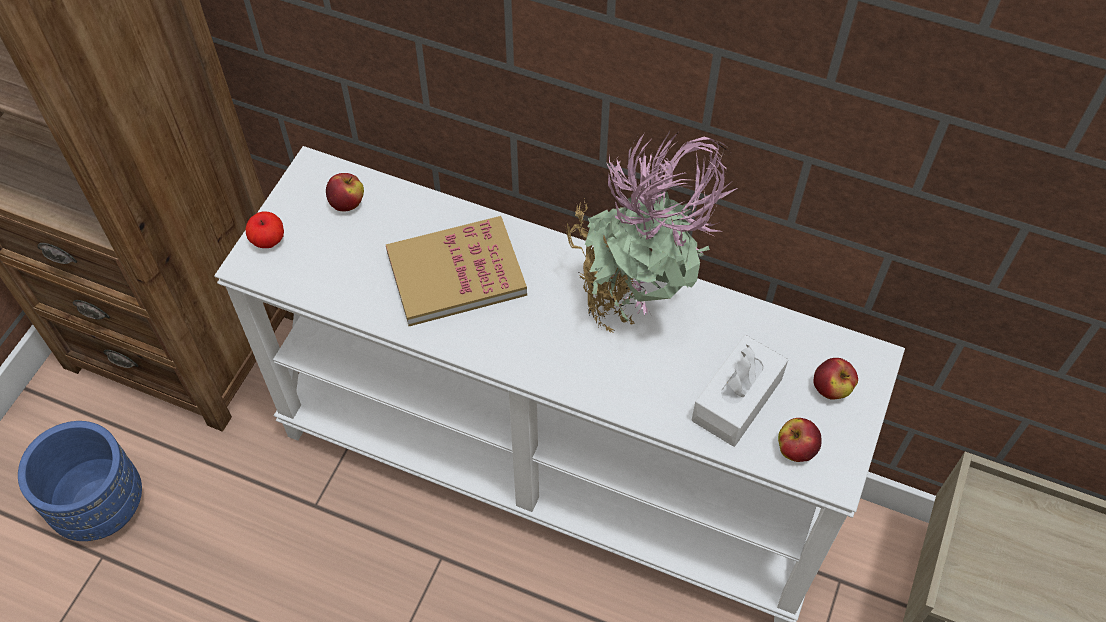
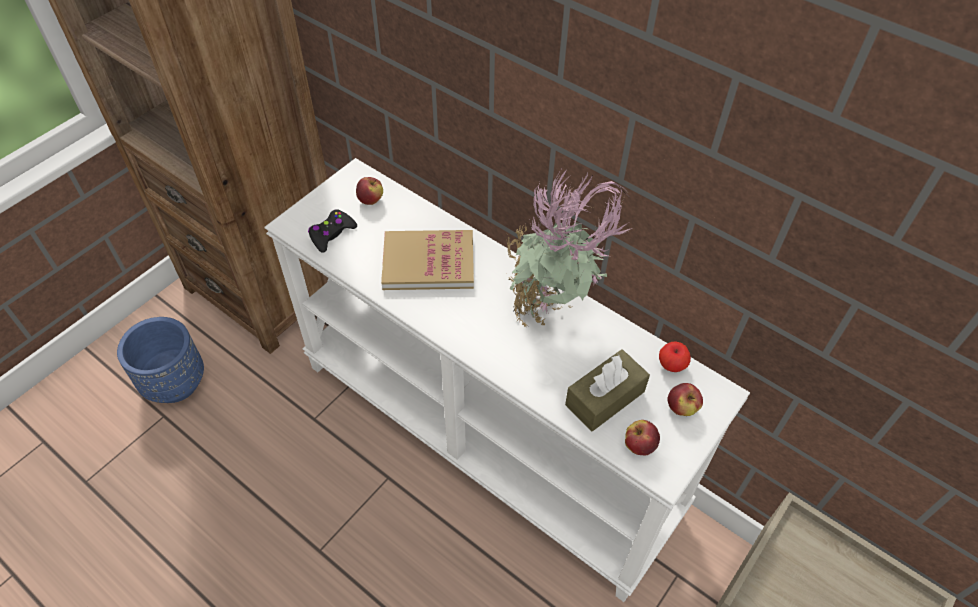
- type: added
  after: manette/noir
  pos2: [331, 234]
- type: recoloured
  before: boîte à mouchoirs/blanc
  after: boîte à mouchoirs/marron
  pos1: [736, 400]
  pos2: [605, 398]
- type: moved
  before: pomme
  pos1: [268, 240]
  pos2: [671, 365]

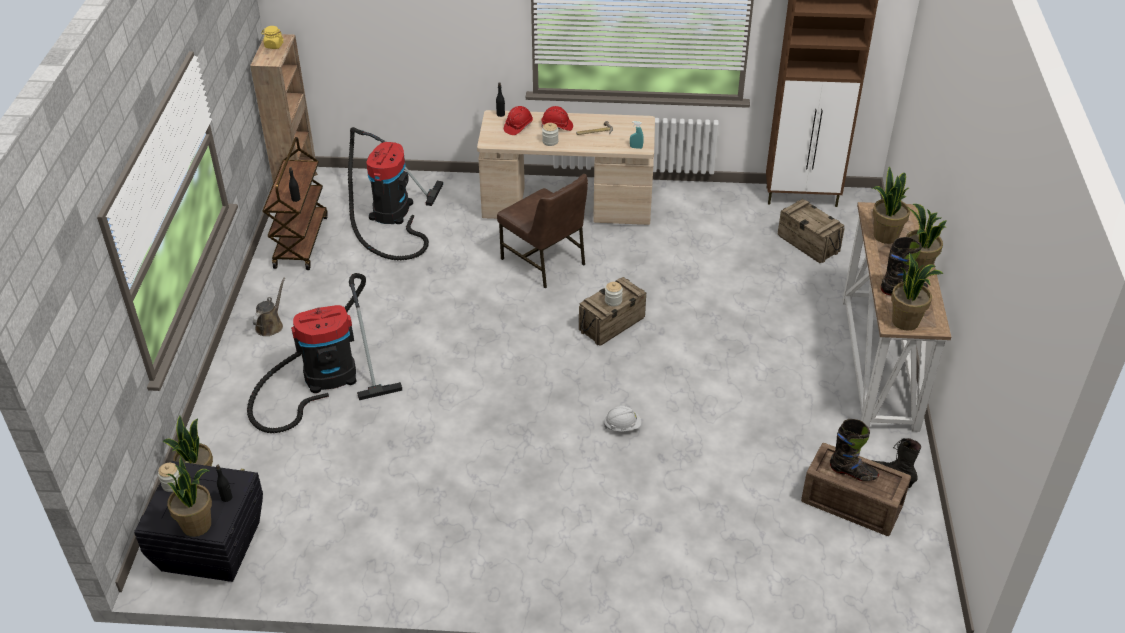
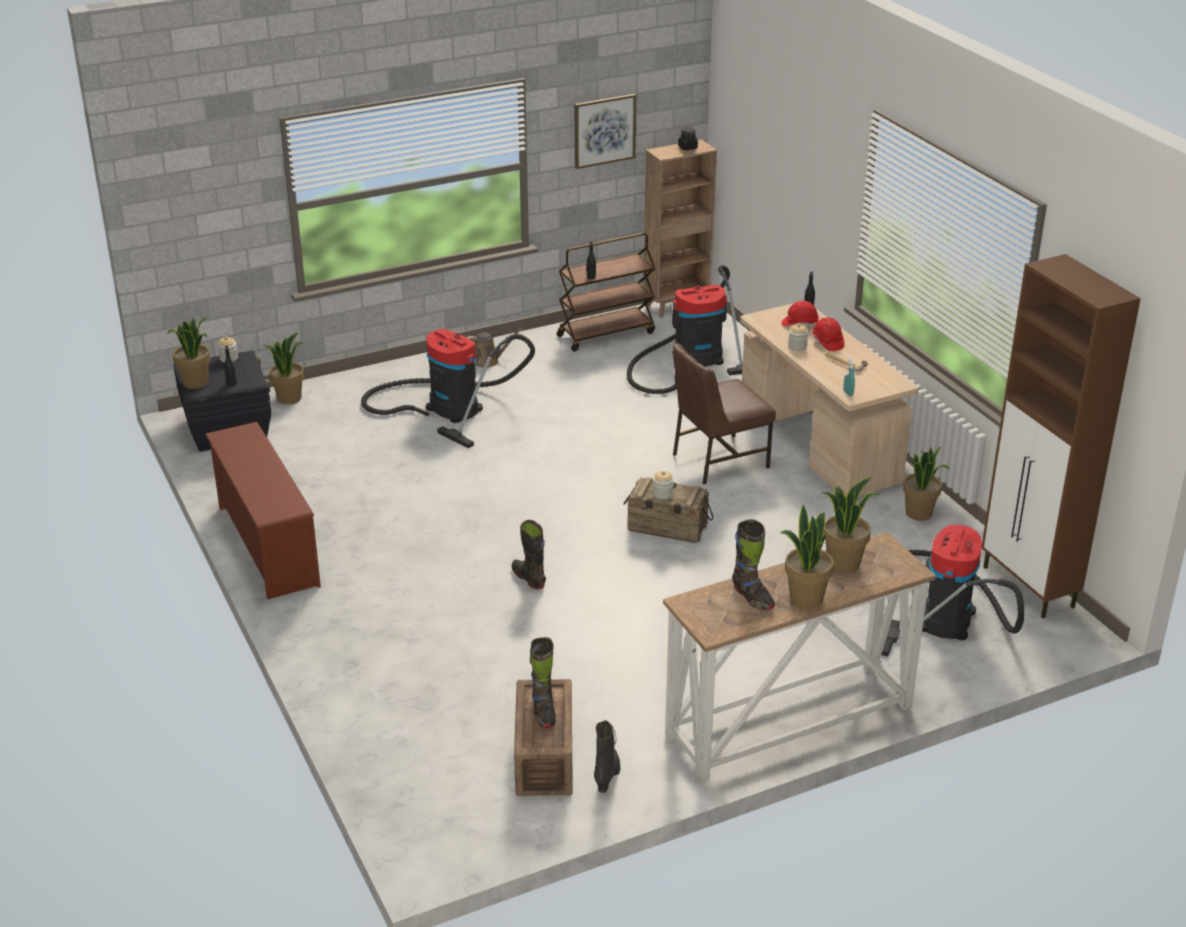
- type: added
  after: étagère à chaussures/marron
  pos2: [266, 545]
- type: replaced
  before: casque de chantier/blanc
  after: botte/noir
  pos1: [622, 426]
  pos2: [529, 578]
- type: added
  after: tableau
  pos2: [604, 130]
- type: turned
  before: chaise/marron
  pos1: [544, 261]
  pos2: [718, 460]
  turn: 45
- type: recoloured
  before: bocal/jaune
  after: bocal/noir
  pos1: [274, 45]
  pos2: [687, 147]
- type: replaced
  before: caisse
  after: aspirateur
  pos1: [808, 243]
  pos2: [945, 615]
- type: moved
  before: plante en pot
  pos1: [906, 321]
  pos2: [919, 513]

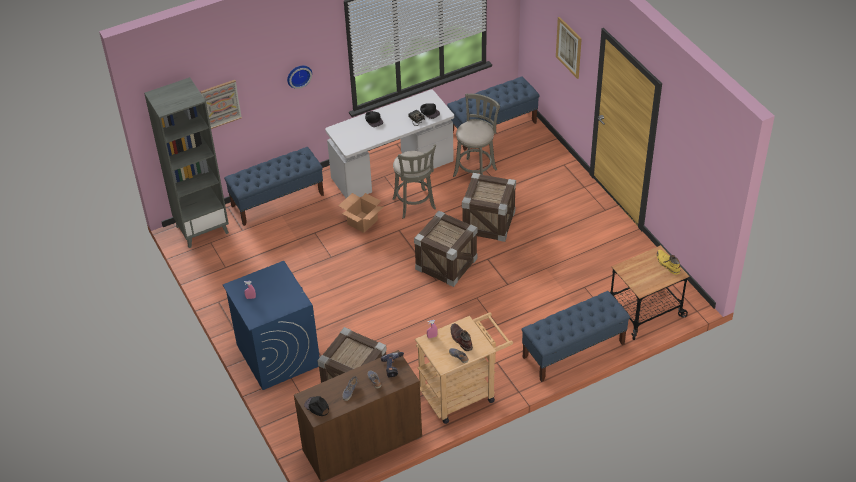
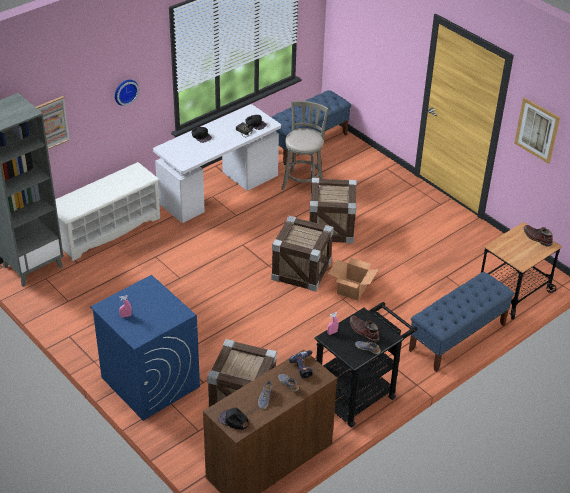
- type: replaced
  before: banc/bleu
  after: étagère à chaussures/blanc
  pos1: [277, 200]
  pos2: [107, 230]
- type: recoloured
  before: chariot/beige
  after: chariot/noir
  pos1: [463, 392]
  pos2: [360, 393]
- type: moved
  before: carton
  pos1: [362, 222]
  pos2: [352, 290]
- type: moved
  before: tableau
  pos1: [569, 47]
  pos2: [537, 130]
- type: recoloured
  before: botte/jaune
  after: botte/marron
  pos1: [667, 264]
  pos2: [537, 238]
- type: removed
  before: tabouret/gris
  pos1: [415, 205]

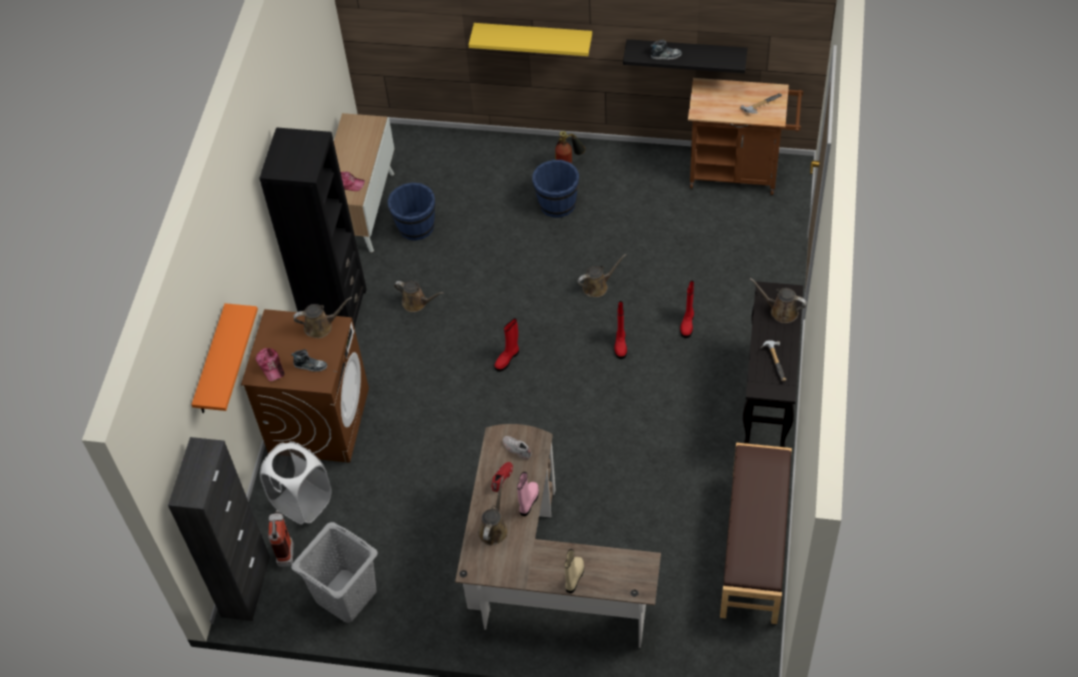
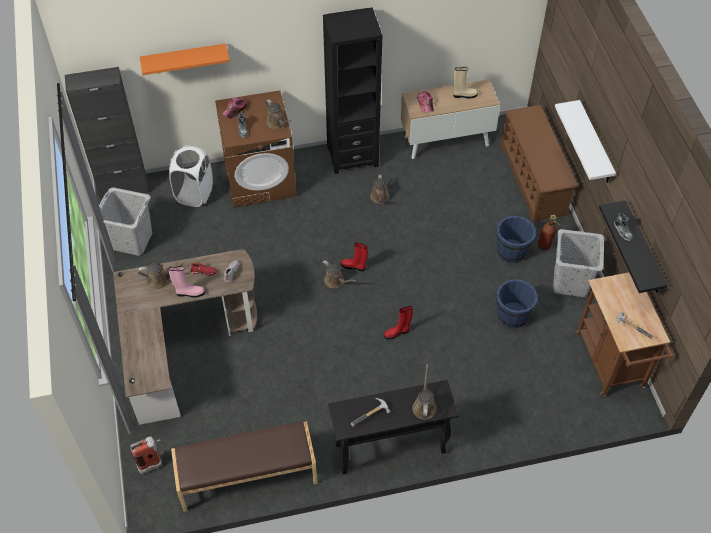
- type: moved
  before: extincteur
  pos1: [286, 549]
  pos2: [154, 463]
- type: moved
  before: arrosoir/marron
  pos1: [597, 286]
  pos2: [335, 281]
- type: moved
  before: botte/beige
  pos1: [574, 577]
  pos2: [464, 95]
- type: moved
  before: seau/bleu
  pos1: [415, 227]
  pos2: [512, 315]
- type: added
  after: étagère à chaussures/marron
  pos2: [533, 180]
- type: added
  after: panier à linge/gris
  pos2: [570, 282]
- type: recoloured
  before: étagère/jaune
  after: étagère/blanc
  pos1: [533, 37]
  pos2: [595, 143]
- type: removed
  before: botte/rouge
  pos1: [687, 324]

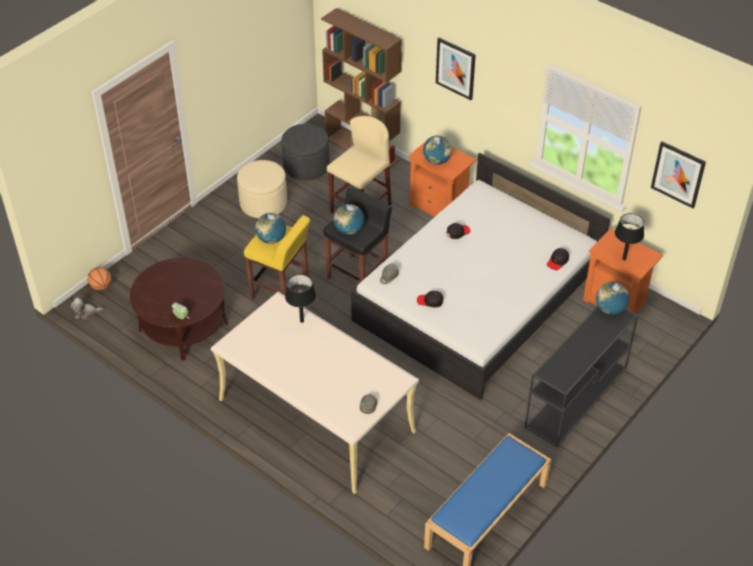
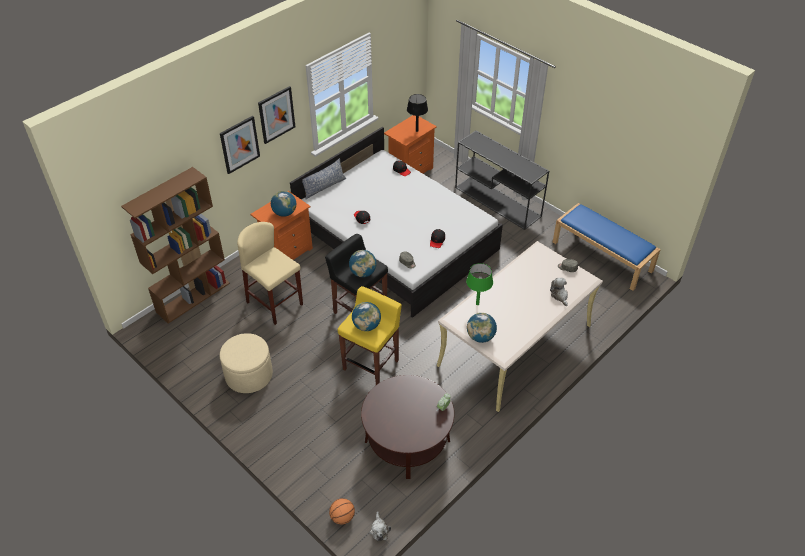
- type: moved
  before: tableau
  pos1: [678, 174]
  pos2: [276, 114]
- type: added
  after: coussin
  pos2: [324, 187]
- type: recoloured
  before: lampe de table/noir
  after: lampe de table/vert
  pos1: [302, 321]
  pos2: [477, 304]
- type: moved
  before: globe
  pos1: [610, 309]
  pos2: [480, 337]
- type: added
  after: peluche
  pos2: [559, 295]
- type: removed
  before: pouf/gris
  pos1: [306, 166]

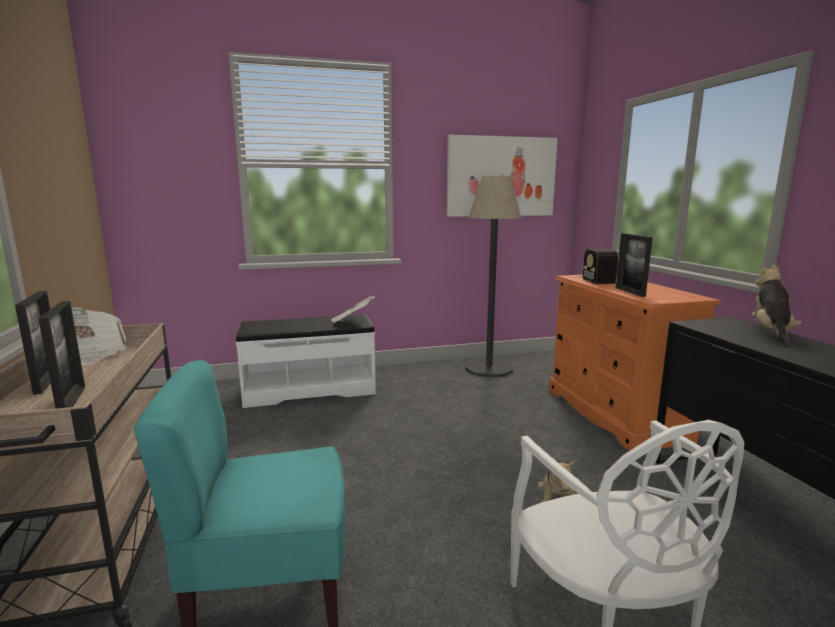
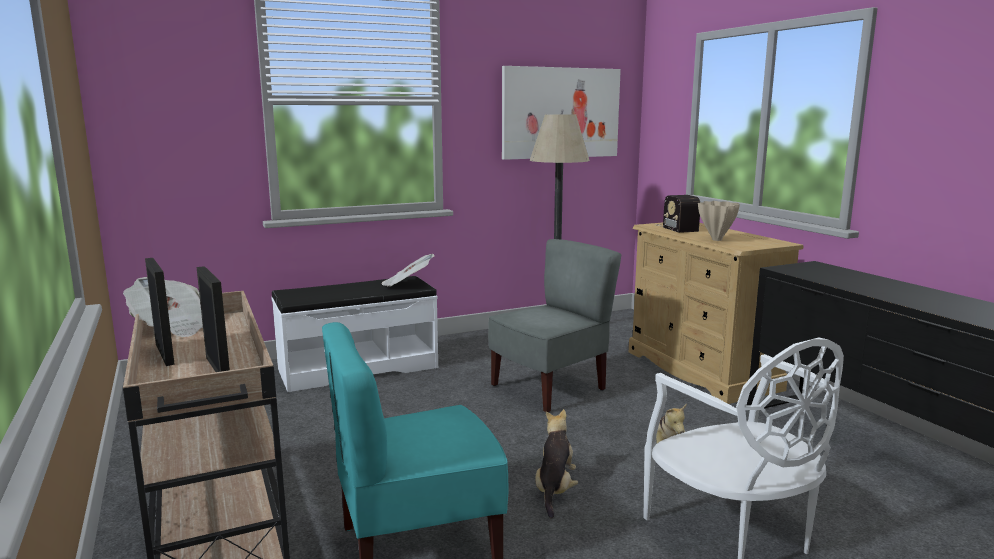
- type: added
  after: chaise/gris
  pos2: [550, 388]
- type: moved
  before: peluche
  pos1: [770, 332]
  pos2: [555, 490]
- type: recoloured
  before: commode/orange
  after: commode/beige
  pos1: [614, 414]
  pos2: [701, 370]
- type: replaced
  before: cadre photo
  after: vase/beige
  pos1: [630, 292]
  pos2: [716, 239]

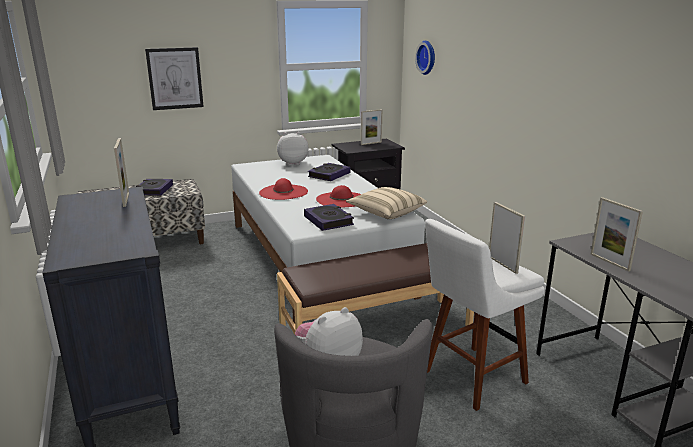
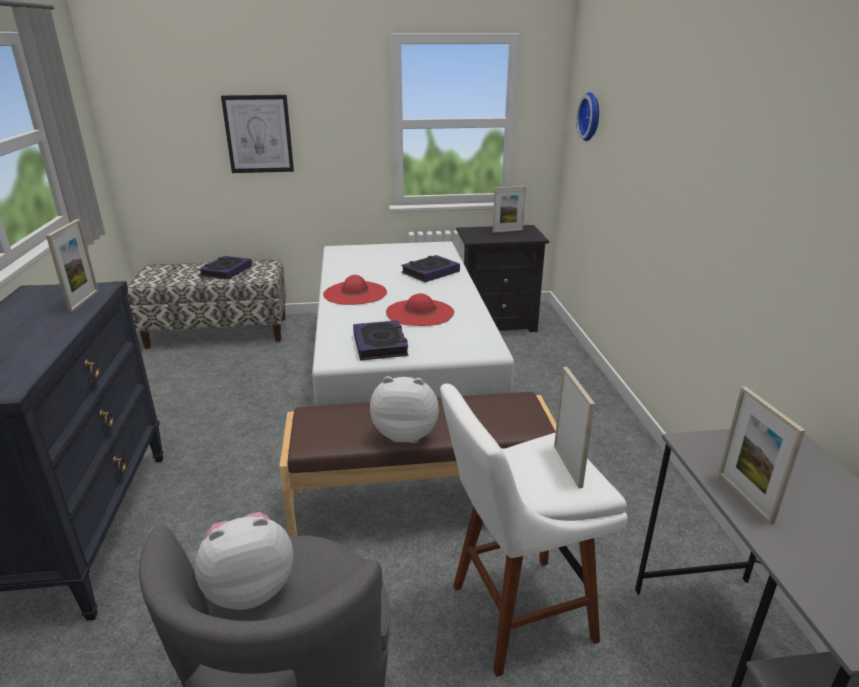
- type: moved
  before: peluche
  pos1: [293, 163]
  pos2: [406, 433]
- type: removed
  before: coussin/beige
  pos1: [386, 213]

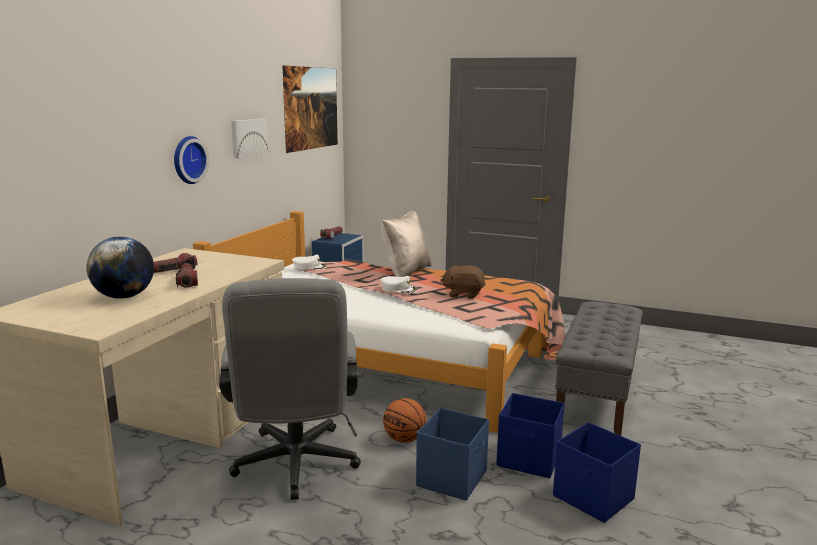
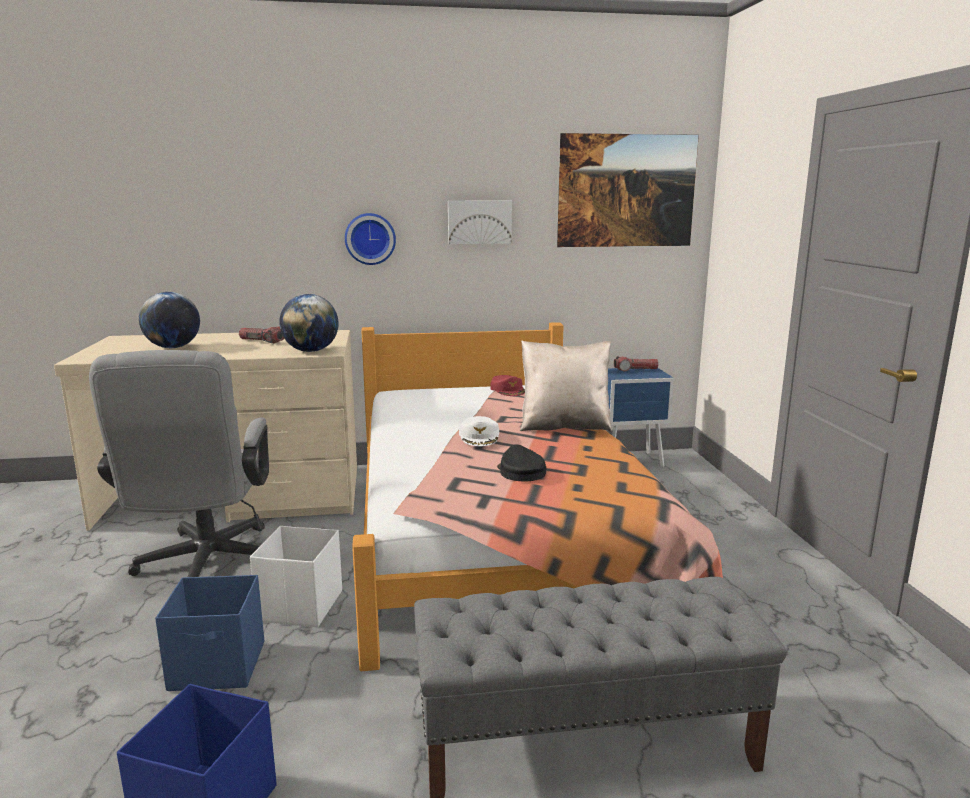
- type: turned
  before: chaise de bureau/gris
  pos1: [295, 468]
  pos2: [204, 566]
  turn: -60
- type: replaced
  before: ballon de basket
  after: boîte de rangement/blanc
  pos1: [404, 439]
  pos2: [299, 607]
- type: added
  after: globe
  pos2: [311, 351]
- type: recoloured
  before: casquette/blanc
  after: casquette/rouge
  pos1: [309, 267]
  pos2: [508, 390]
- type: replaced
  before: peluche/marron
  after: casquette/noir
  pos1: [463, 294]
  pos2: [520, 472]
- type: removed
  before: lampe de poche
  pos1: [187, 282]
- type: removed
  before: boîte de rangement/bleu
  pos1: [529, 460]

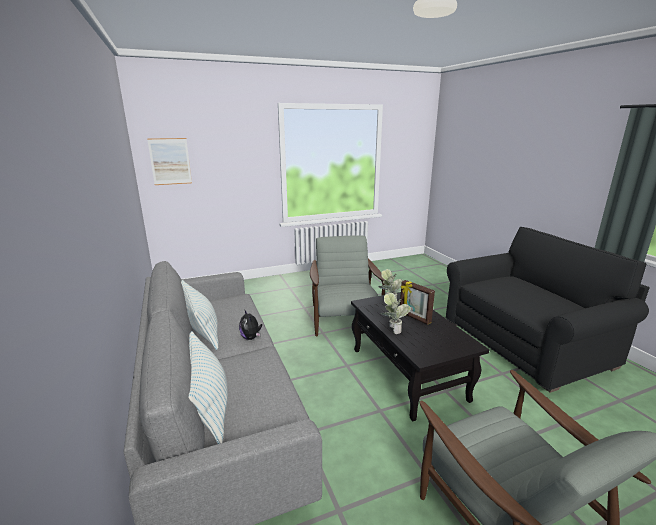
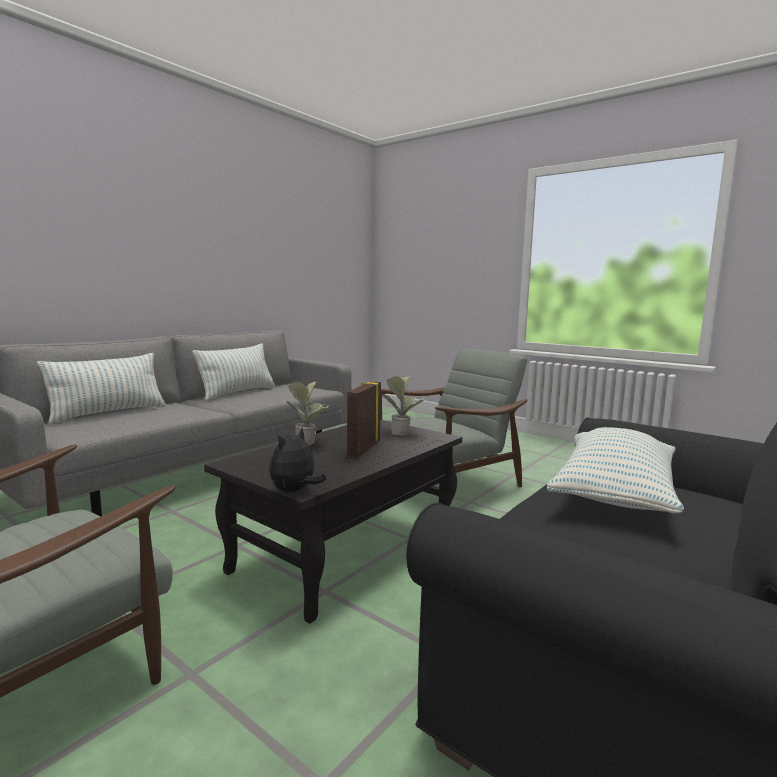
- type: moved
  before: peluche
  pos1: [251, 337]
  pos2: [295, 491]
- type: added
  after: coussin
  pos2: [615, 493]
- type: removed
  before: tableau
  pos1: [170, 161]

